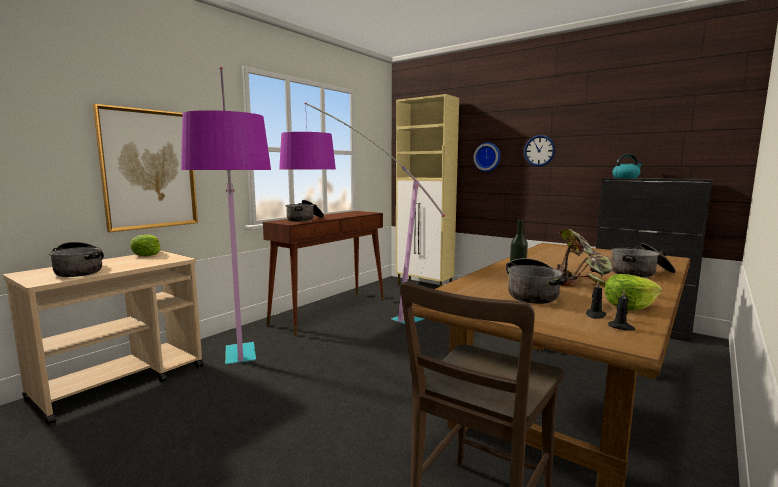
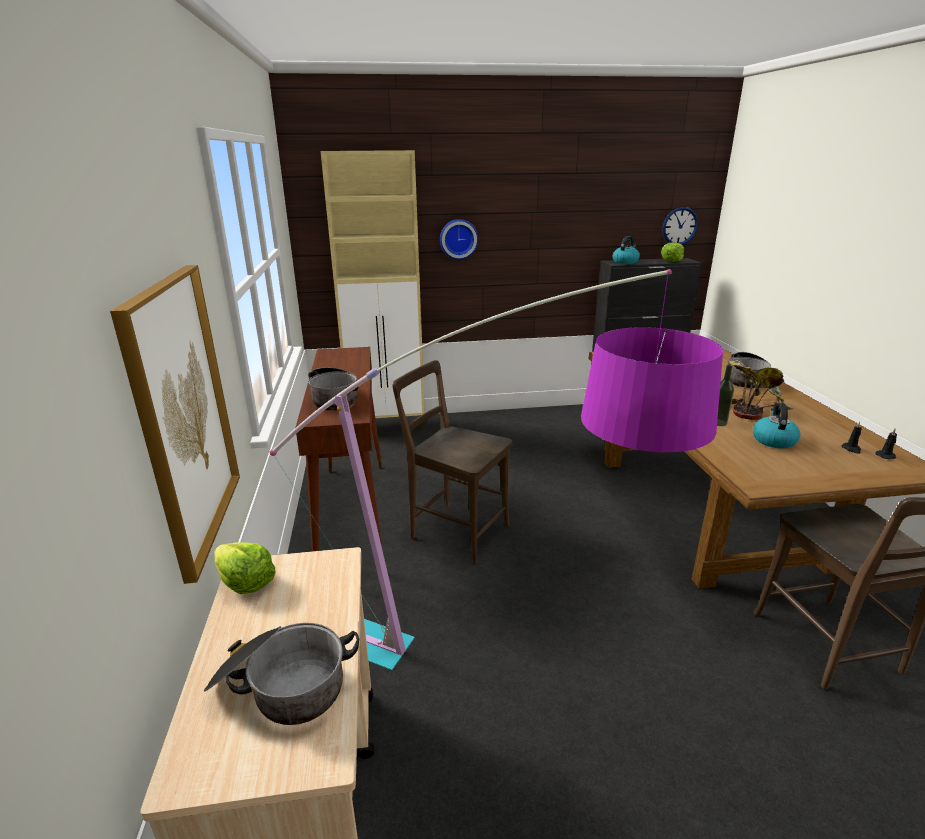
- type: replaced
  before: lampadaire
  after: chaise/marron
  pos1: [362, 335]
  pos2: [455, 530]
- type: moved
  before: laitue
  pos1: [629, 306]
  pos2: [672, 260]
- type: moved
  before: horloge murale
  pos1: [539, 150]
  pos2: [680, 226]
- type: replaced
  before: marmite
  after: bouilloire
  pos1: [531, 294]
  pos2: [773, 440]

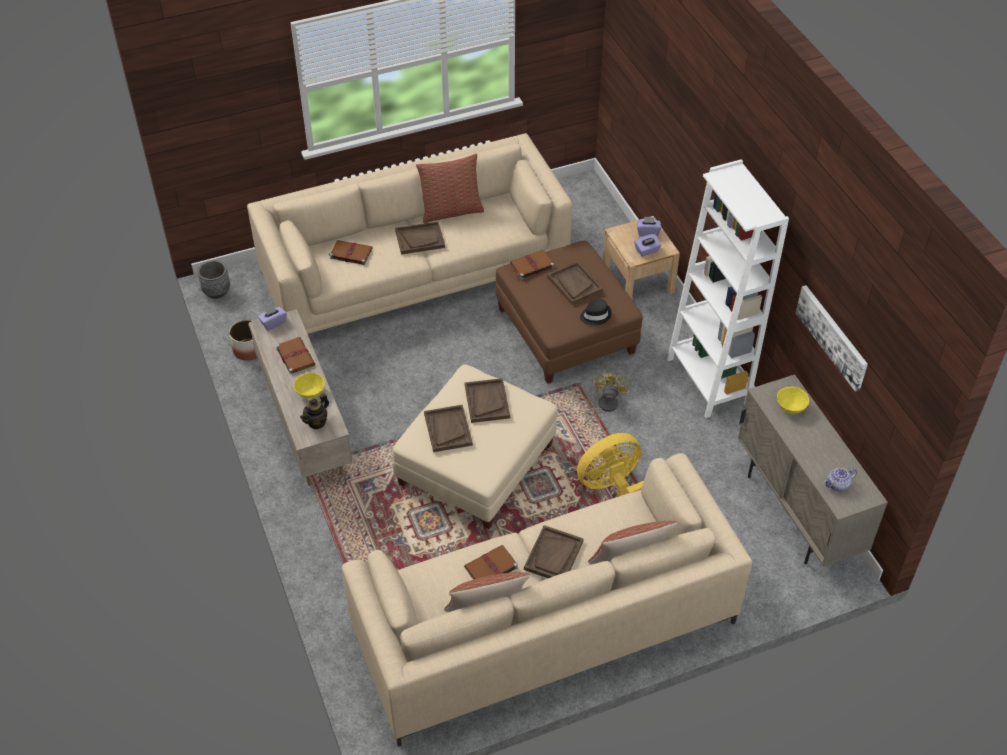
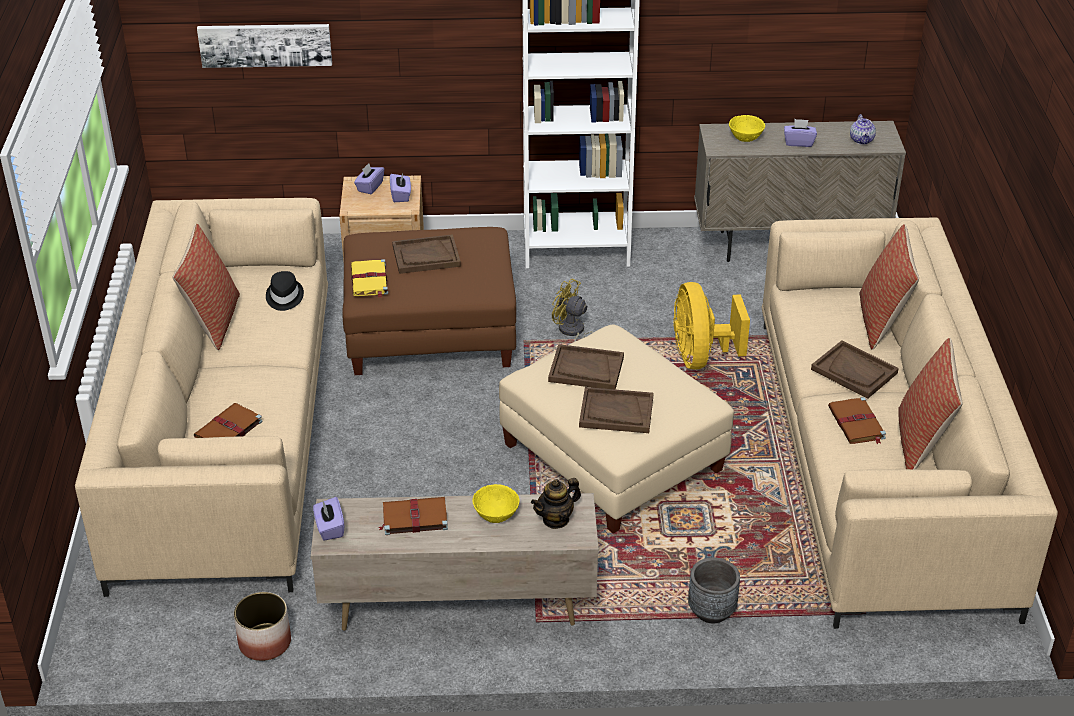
- type: moved
  before: tableau
  pos1: [832, 336]
  pos2: [265, 44]
- type: moved
  before: chapeau/noir
  pos1: [595, 315]
  pos2: [284, 297]
- type: recoloured
  before: livre/marron
  after: livre/jaune
  pos1: [531, 266]
  pos2: [369, 281]
- type: turned
  before: théière
  pos1: [316, 422]
  pos2: [556, 519]
  turn: 90
- type: moved
  before: cache-pot/gris
  pos1: [216, 291]
  pos2: [711, 611]
- type: added
  after: boîte à mouchoirs/violet
  pos2: [798, 142]
- type: removed
  before: plateau/marron
  pos1: [420, 239]

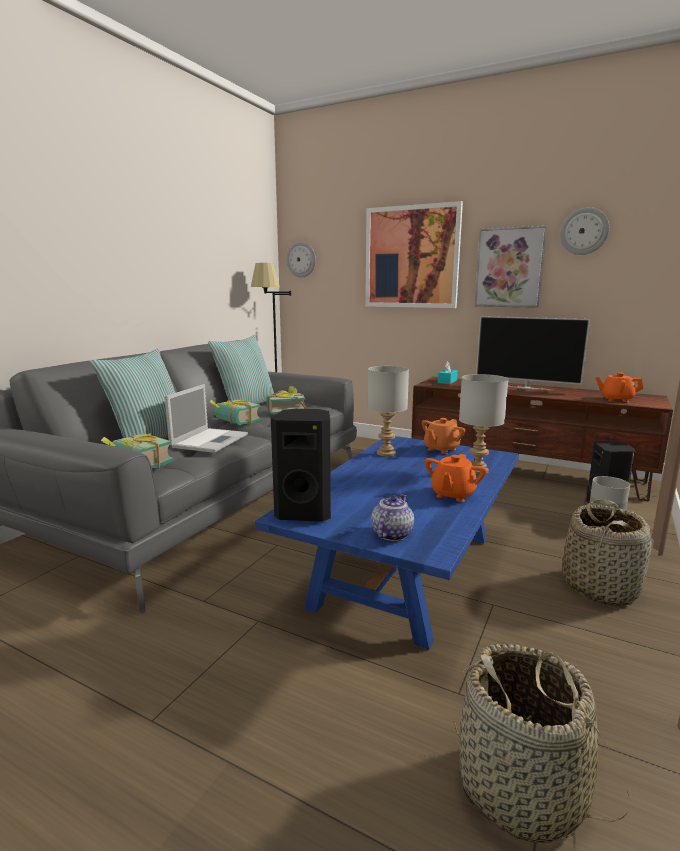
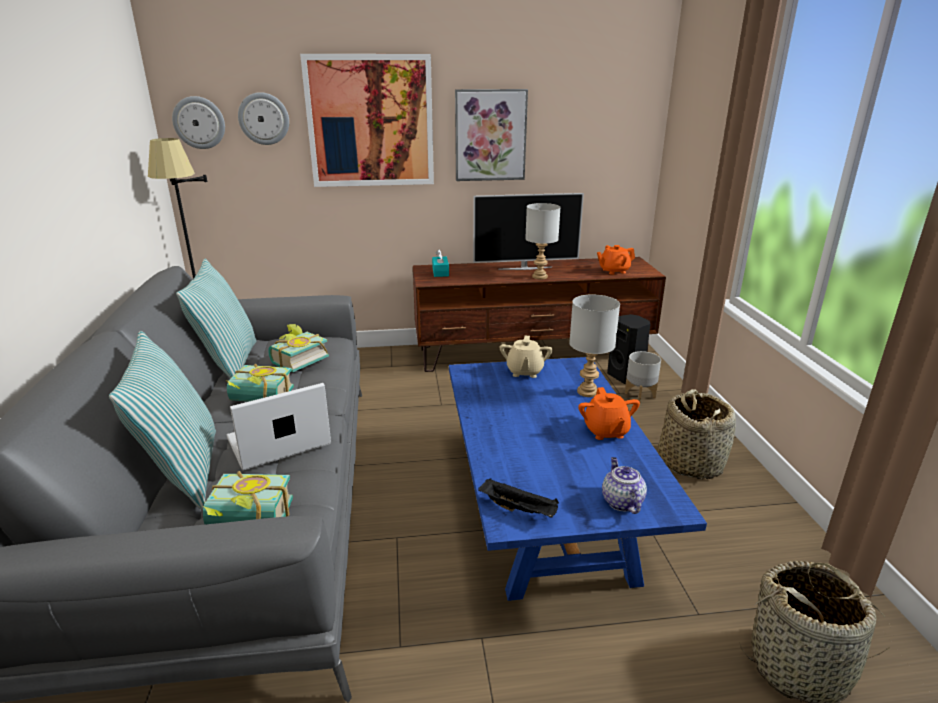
- type: turned
  before: ordinateur portable
  pos1: [210, 440]
  pos2: [276, 442]
  turn: -105
- type: moved
  before: horloge murale
  pos1: [584, 231]
  pos2: [264, 118]
- type: replaced
  before: enceinte/noir
  after: plateau/noir
  pos1: [305, 512]
  pos2: [519, 509]
- type: recoloured
  before: théière/orange
  after: théière/beige
  pos1: [441, 449]
  pos2: [524, 372]
- type: moved
  before: lampe de table/gris
  pos1: [385, 453]
  pos2: [539, 277]

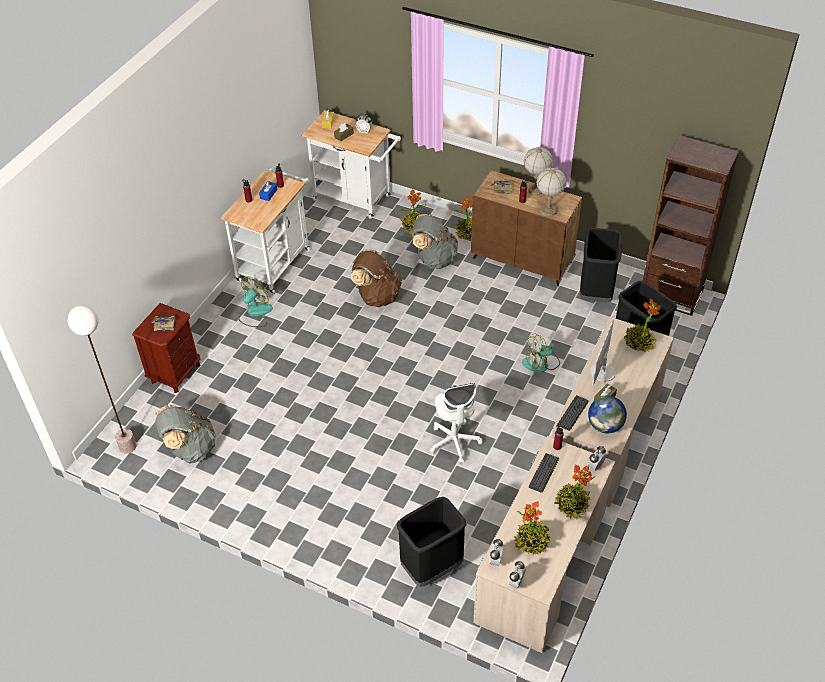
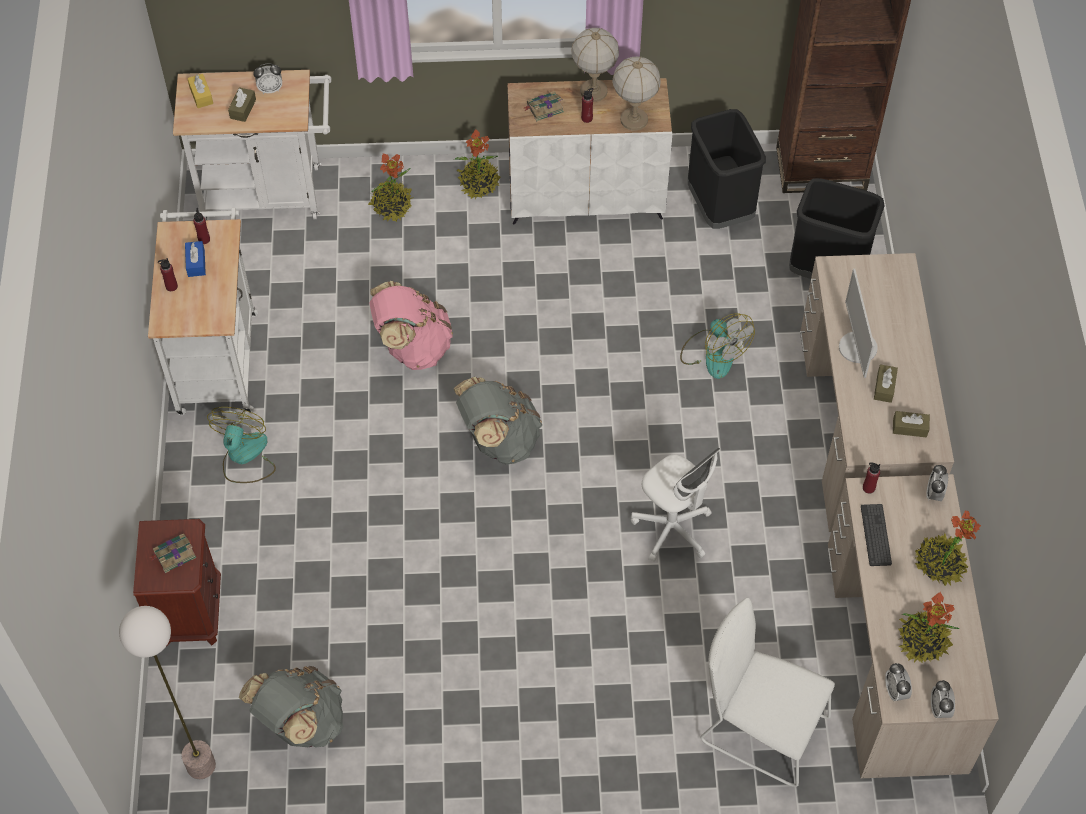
- type: recoloured
  before: sac à dos/marron
  after: sac à dos/rose
  pos1: [377, 296]
  pos2: [412, 346]
- type: moved
  before: sac à dos/gris
  pos1: [434, 259]
  pos2: [498, 439]
- type: recoloured
  before: meuble de rangement/marron
  after: meuble de rangement/blanc
  pos1: [523, 260]
  pos2: [587, 197]
- type: turned
  before: ventilateur
  pos1: [541, 363]
  pos2: [713, 353]
  turn: -75
- type: replaced
  before: poubelle/noir
  after: chaise/blanc
  pos1: [431, 566]
  pos2: [758, 727]
- type: replaced
  before: globe
  after: boîte à mouchoirs/marron
  pos1: [605, 426]
  pos2: [909, 428]
- type: removed
  before: clavier
  pos1: [572, 413]
- type: removed
  before: plante en pot
  pos1: [638, 343]

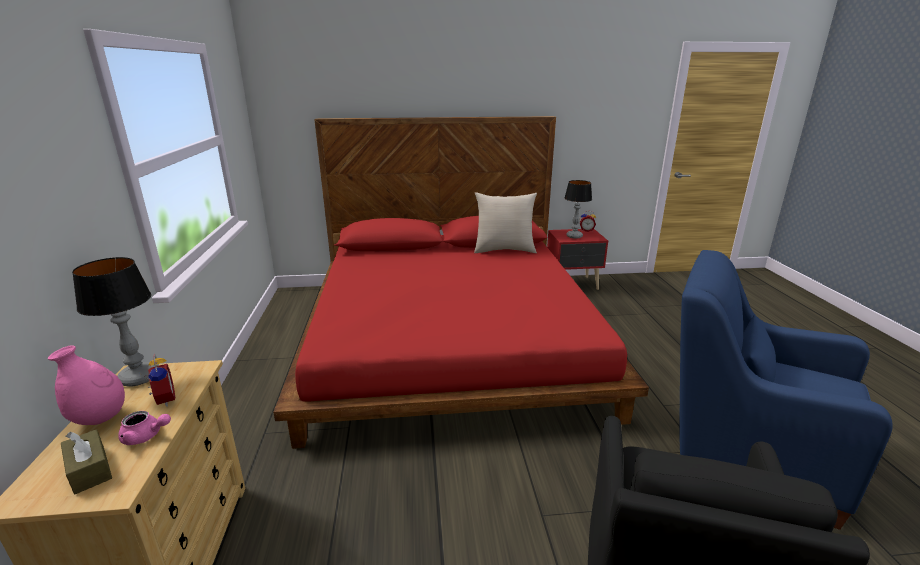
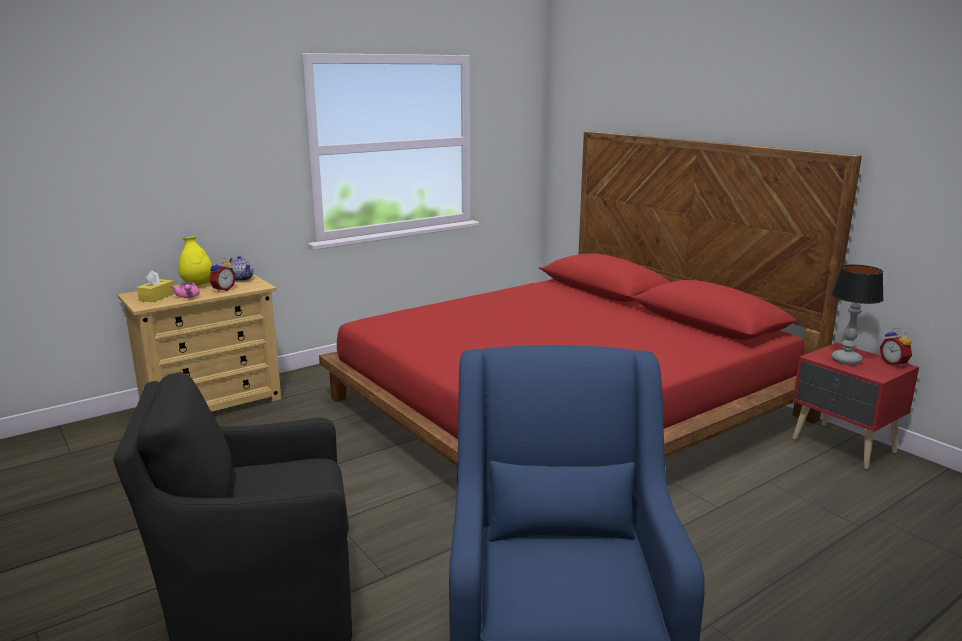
- type: recoloured
  before: boîte à mouchoirs/marron
  after: boîte à mouchoirs/jaune
  pos1: [90, 470]
  pos2: [157, 297]
- type: recoloured
  before: vase/rose
  after: vase/jaune
  pos1: [100, 419]
  pos2: [198, 285]
- type: replaced
  before: lampe de table
  after: théière
  pos1: [138, 377]
  pos2: [241, 279]
- type: removed
  before: coussin/beige
  pos1: [504, 250]

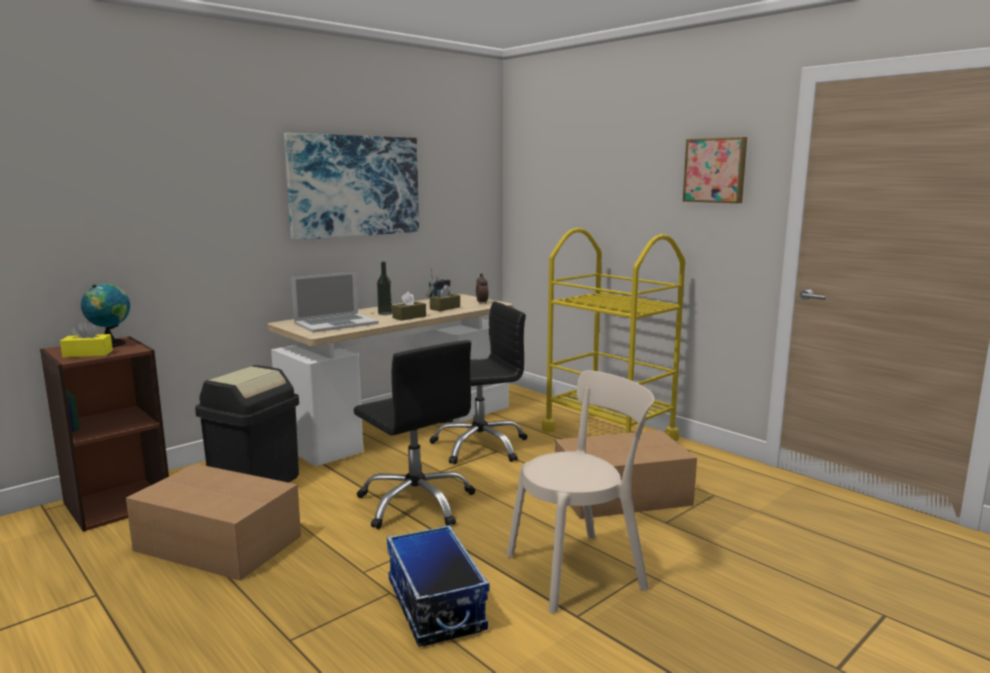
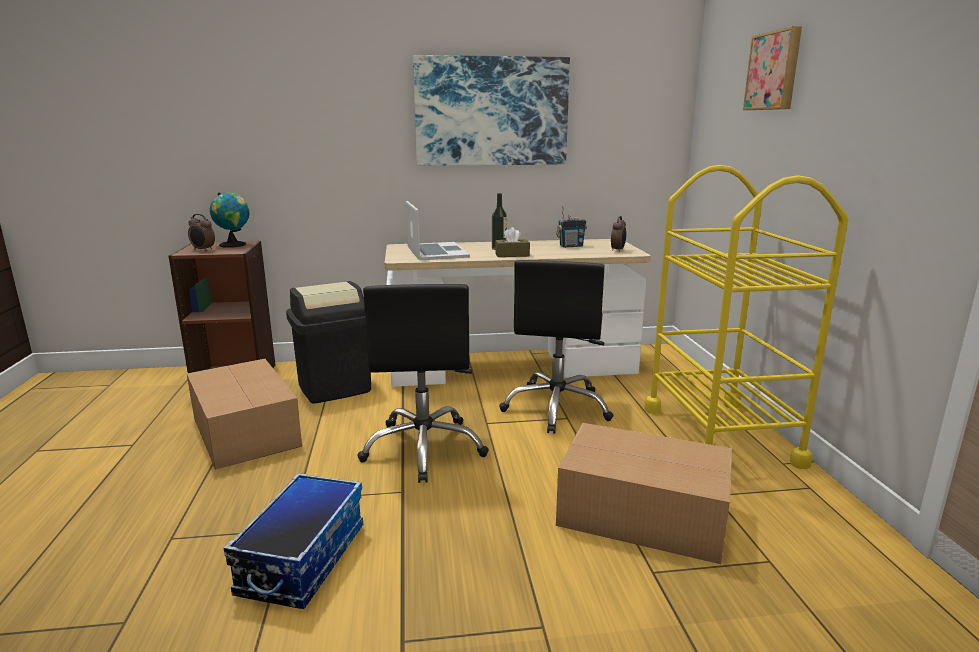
- type: replaced
  before: boîte à mouchoirs/jaune
  after: réveil
  pos1: [88, 354]
  pos2: [203, 250]
- type: turned
  before: ordinateur portable
  pos1: [336, 323]
  pos2: [436, 252]
  turn: -105
- type: turned
  before: chaise de bureau/noir
  pos1: [480, 446]
  pos2: [557, 408]
  turn: 90
- type: moved
  before: tableau
  pos1: [715, 170]
  pos2: [774, 71]
- type: removed
  before: boîte à mouchoirs/marron
  pos1: [445, 308]
- type: removed
  before: chaise/beige
  pos1: [581, 570]

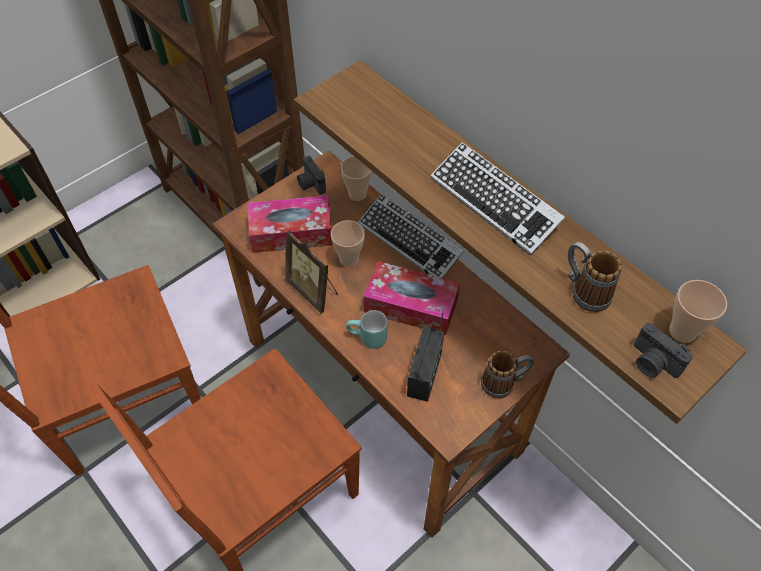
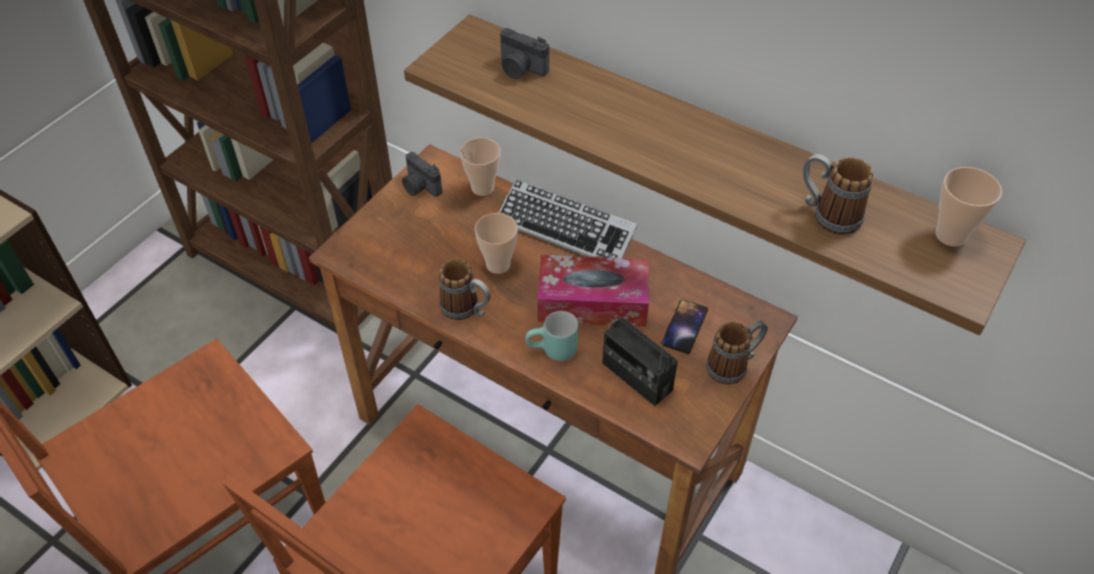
- type: replaced
  before: cadre photo
  after: mug
  pos1: [313, 290]
  pos2: [466, 310]
- type: moved
  before: appareil photo
  pos1: [652, 363]
  pos2: [520, 69]
- type: turned
  before: radio
  pos1: [424, 374]
  pos2: [636, 377]
  turn: 135
- type: added
  after: téléphone
  pos2: [684, 327]
- type: removed
  before: boîte à mouchoirs
  pos1: [291, 232]
- type: removed
  before: clavier
  pos1: [494, 203]

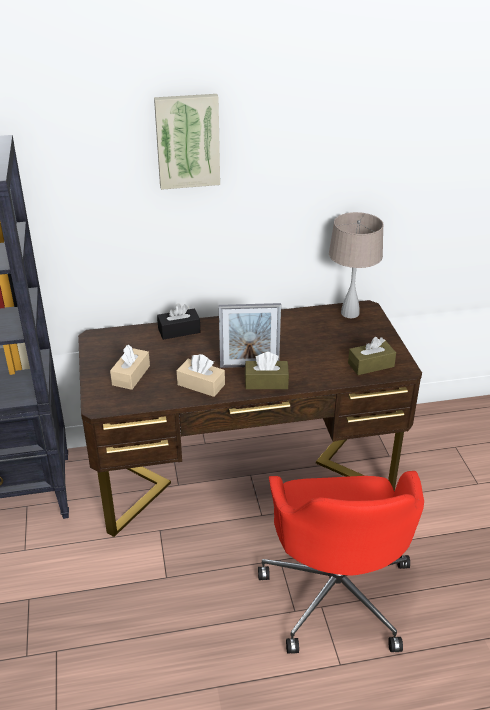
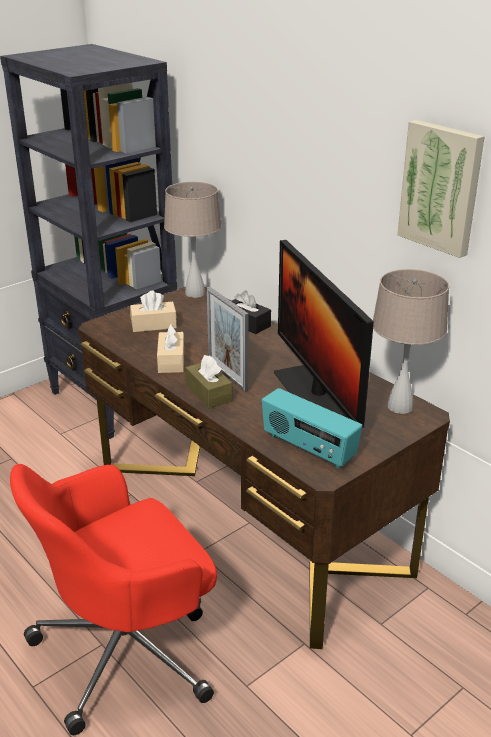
- type: added
  after: lampe de table/beige
  pos2: [195, 293]
- type: replaced
  before: boîte à mouchoirs/marron
  after: radio
  pos1: [371, 365]
  pos2: [308, 449]
- type: added
  after: écran d'ordinateur
  pos2: [316, 394]
- type: moved
  before: tableau
  pos1: [187, 141]
  pos2: [441, 187]

